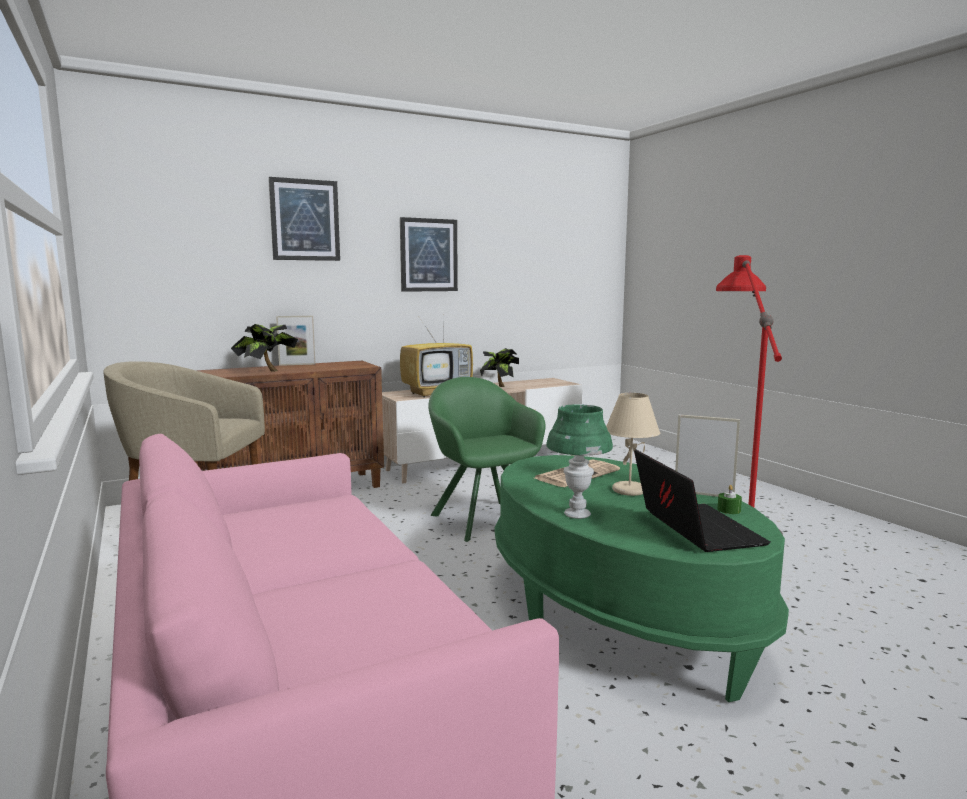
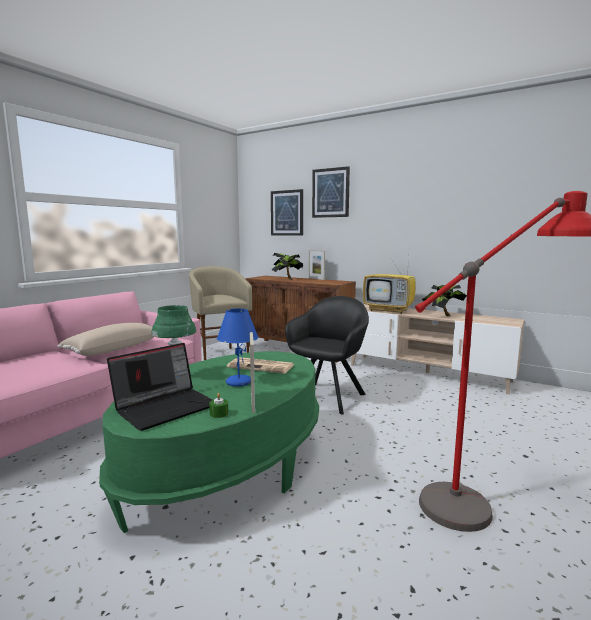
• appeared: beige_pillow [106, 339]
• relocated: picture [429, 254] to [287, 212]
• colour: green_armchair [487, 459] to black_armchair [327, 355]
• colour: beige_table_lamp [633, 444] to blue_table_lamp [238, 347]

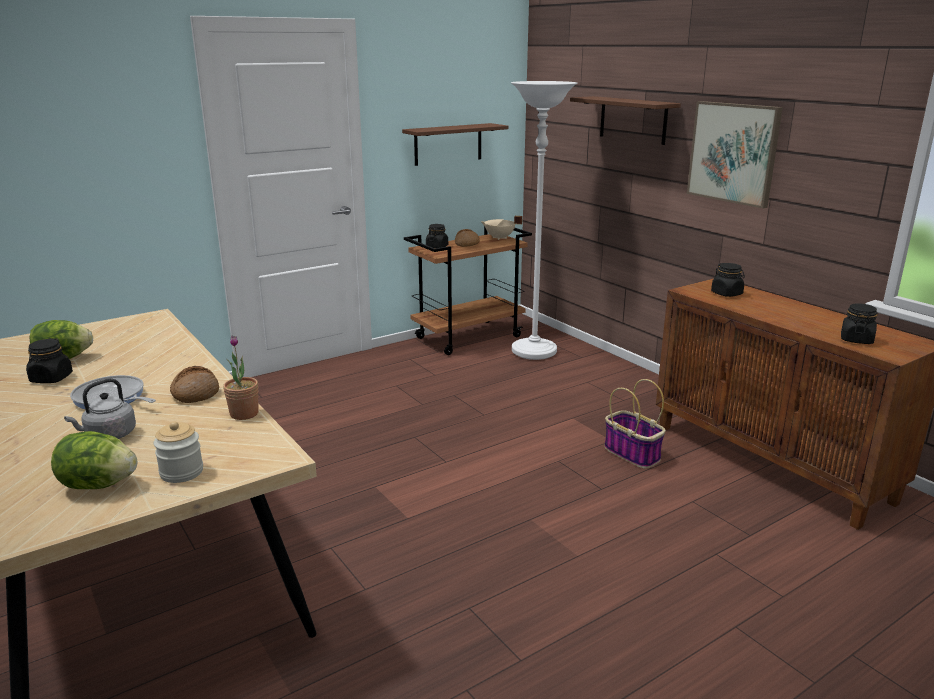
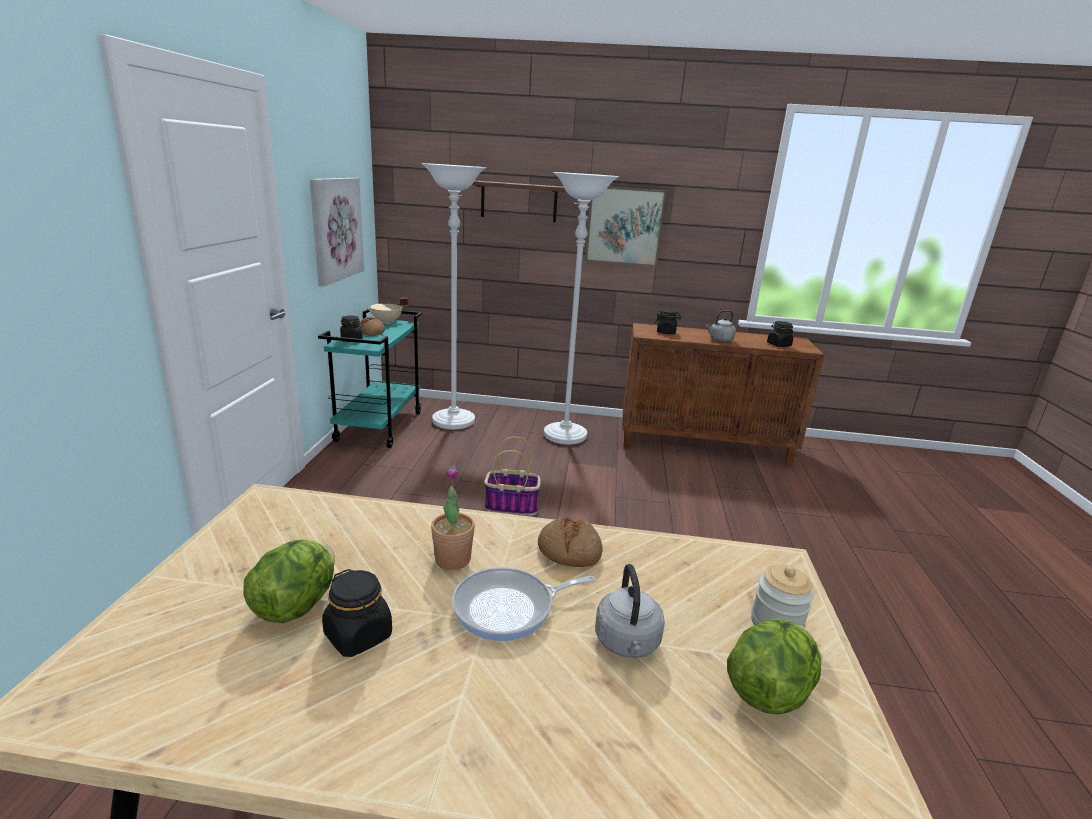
• appeared: white_floor_lamp [581, 308]
• appeared: grey_kettle [721, 326]
• relocated: potted_plant [241, 378] to [453, 517]
• relocated: basket [635, 424] to [512, 476]
• exchanged: brown_shelf [455, 144] to picture [337, 232]
• colour: brown_cart [468, 290] to turquoise_cart [370, 378]

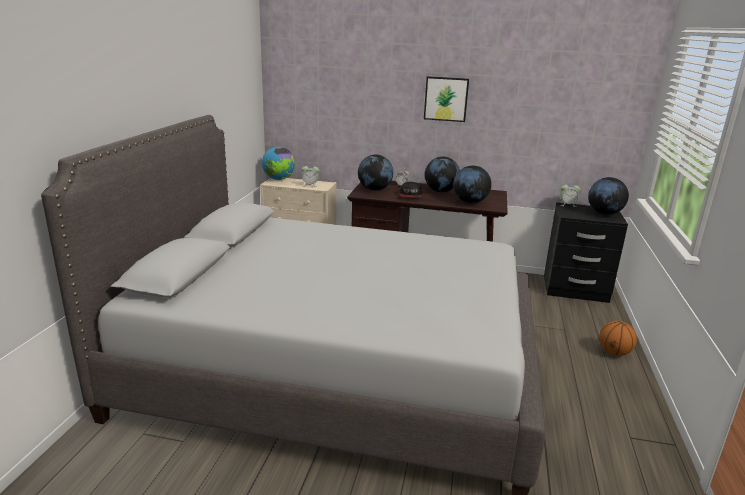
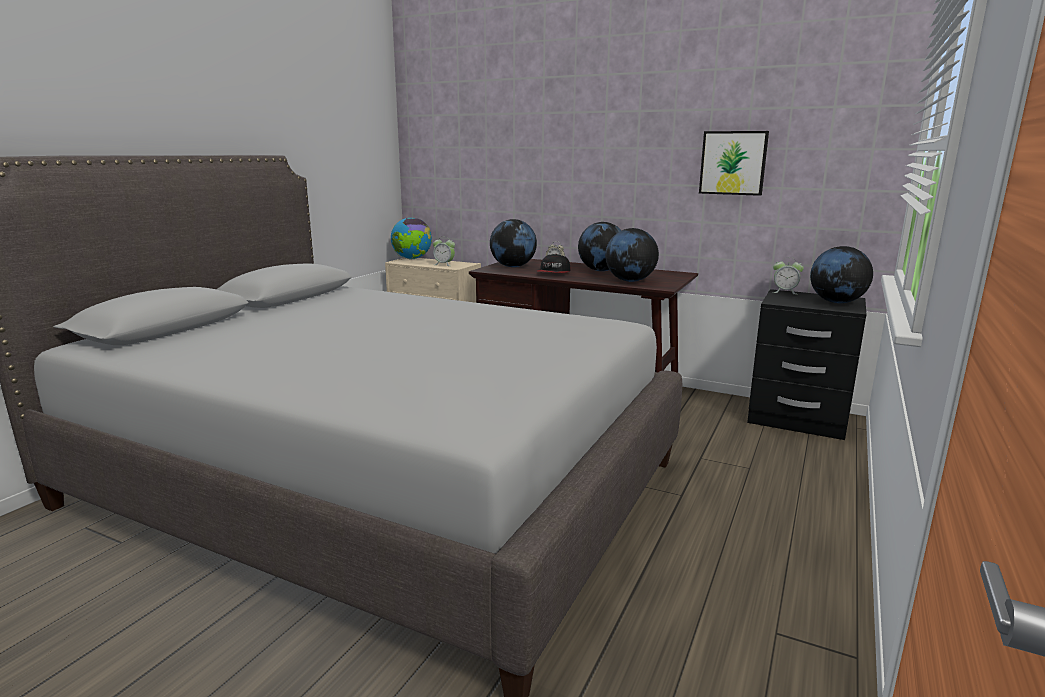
• missing: basketball [618, 338]
• relocated: picture [446, 99] to [734, 163]

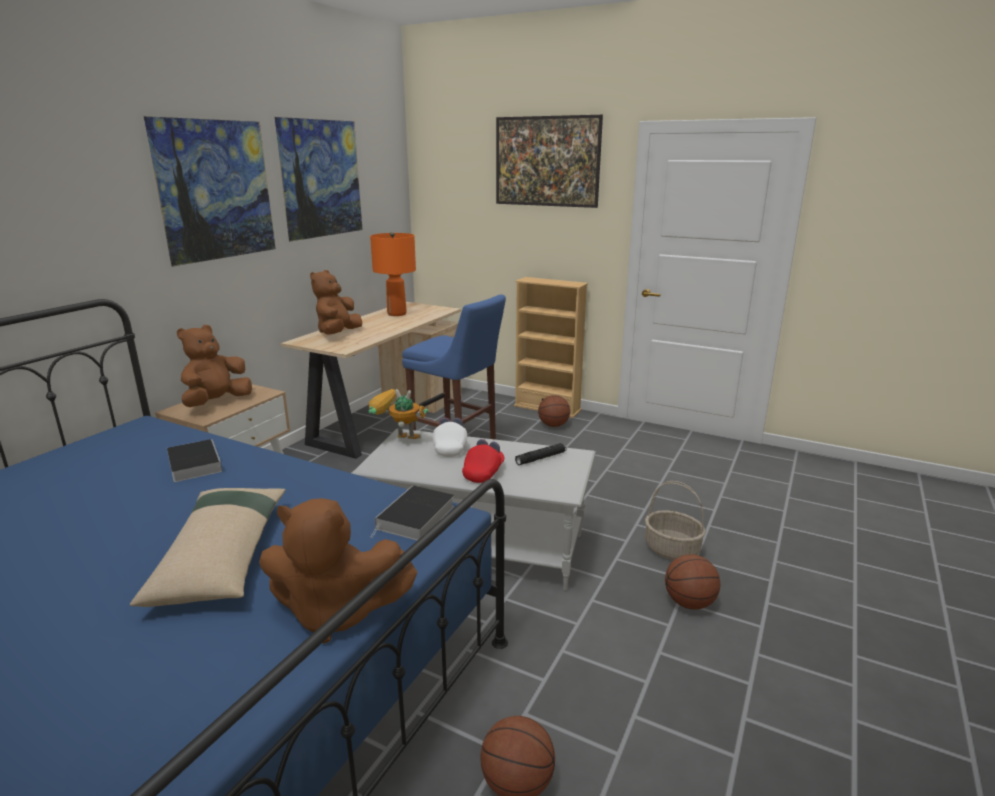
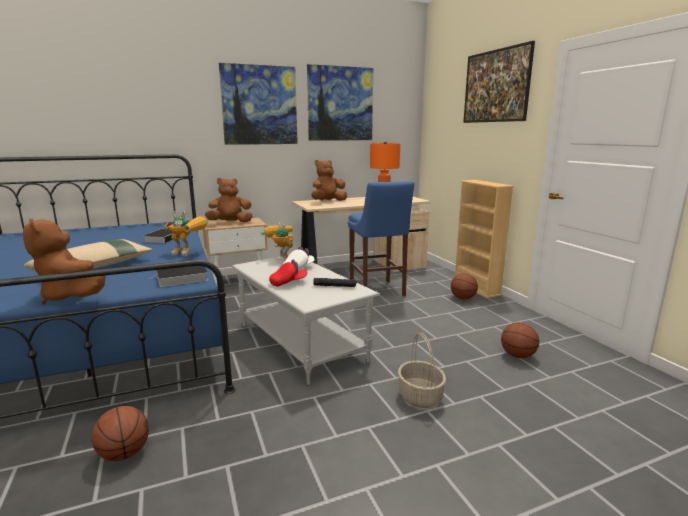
• appeared: toy_robot [185, 233]
• relocated: basketball [692, 582] to [520, 340]

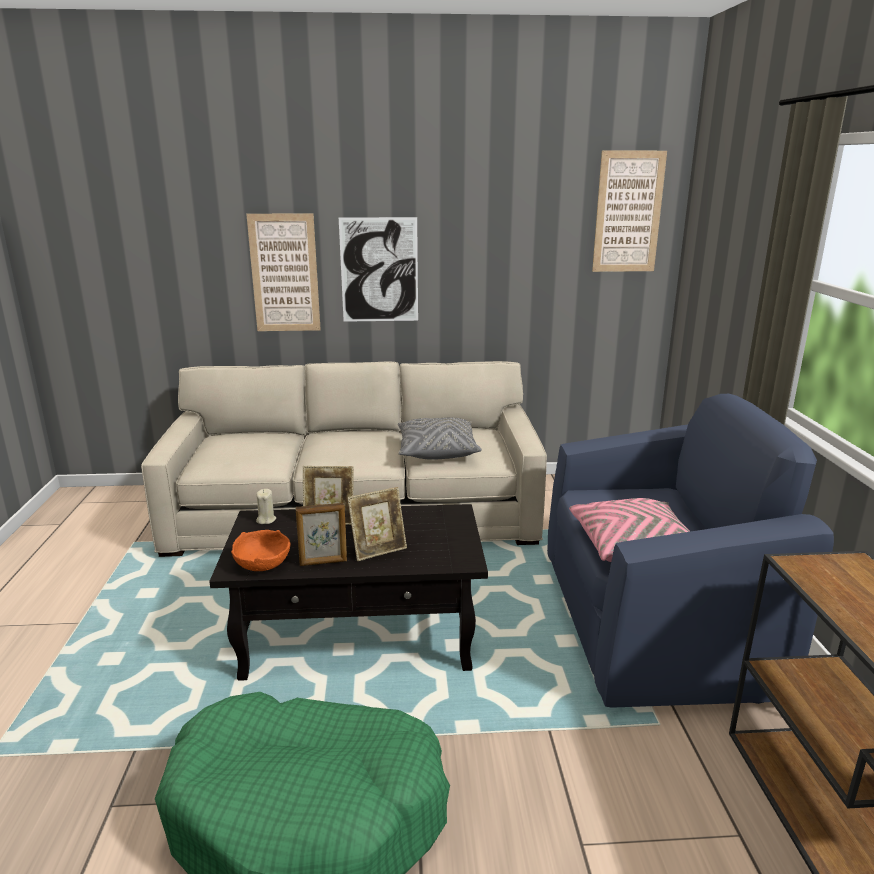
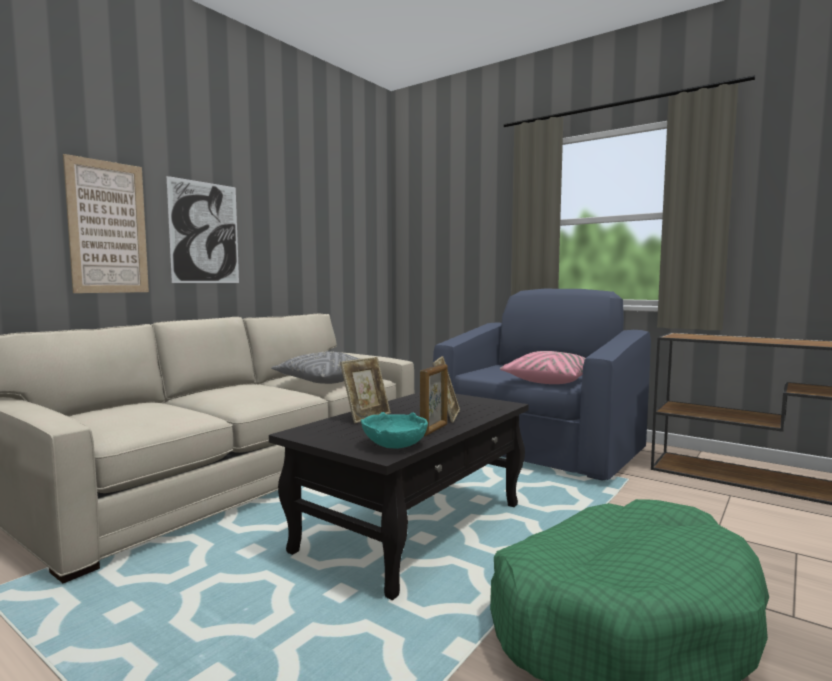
• missing: beige_candle [266, 506]
• missing: picture [629, 211]
• colour: orange_bowl [261, 550] to turquoise_bowl [394, 430]

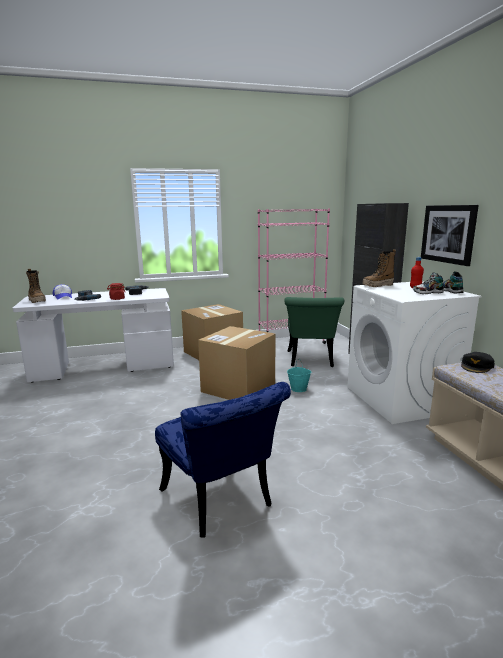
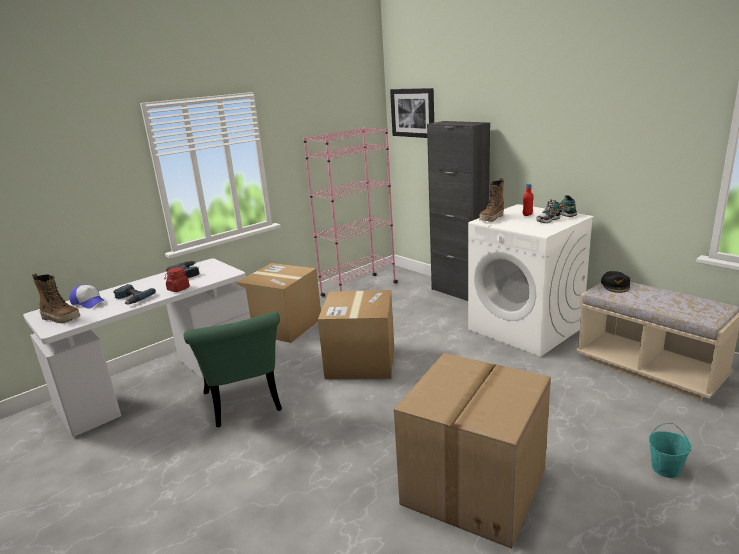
• relocated: green_chair [314, 332] to [233, 370]
• relocated: turquoise_bucket [299, 376] to [670, 450]
• relocated: picture [450, 235] to [412, 113]
• exchanged: blue_chair [223, 460] to cardboard_box [472, 451]

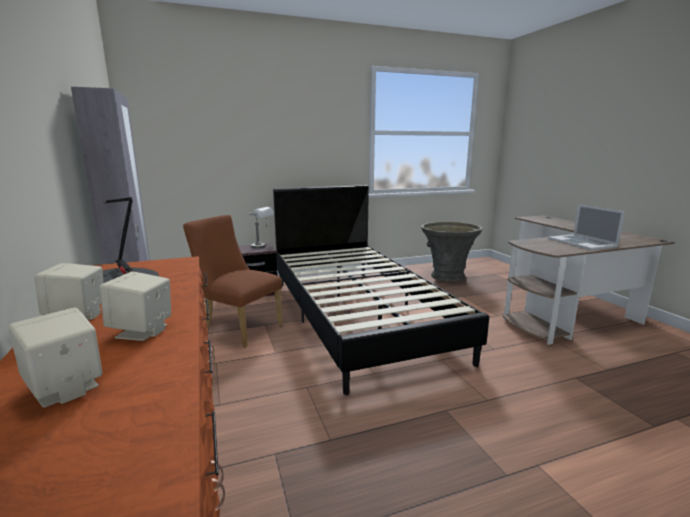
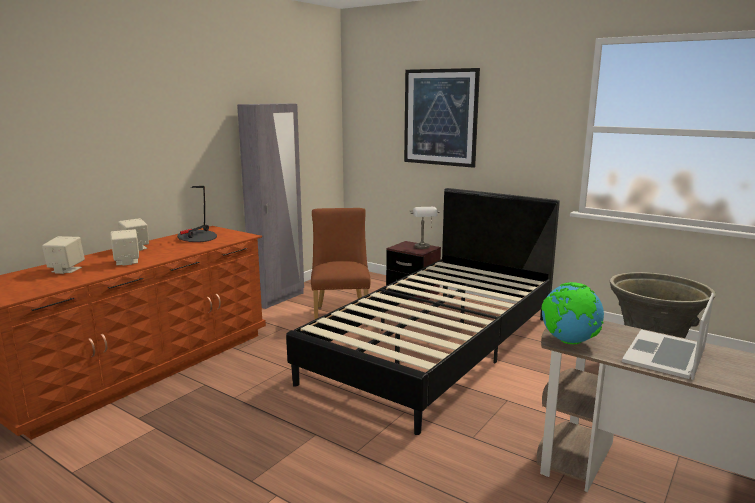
• appeared: picture [442, 118]
• appeared: globe [573, 313]

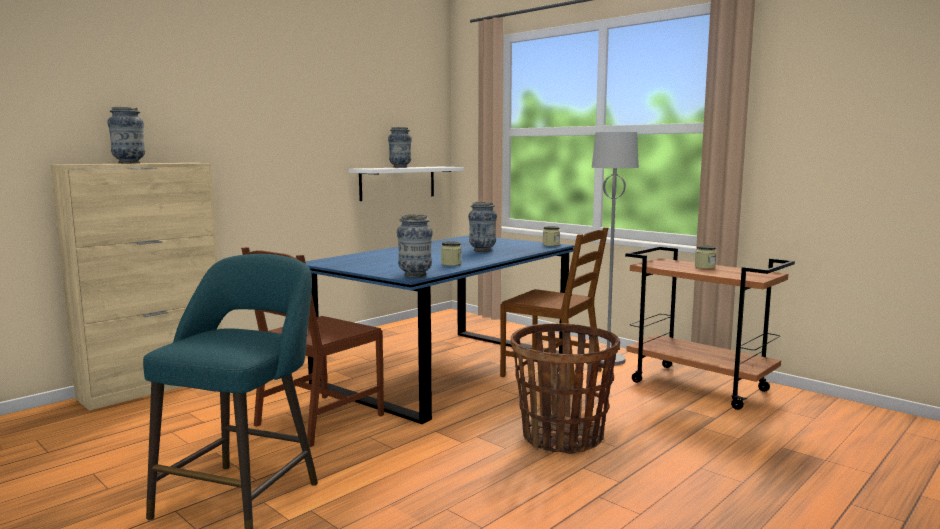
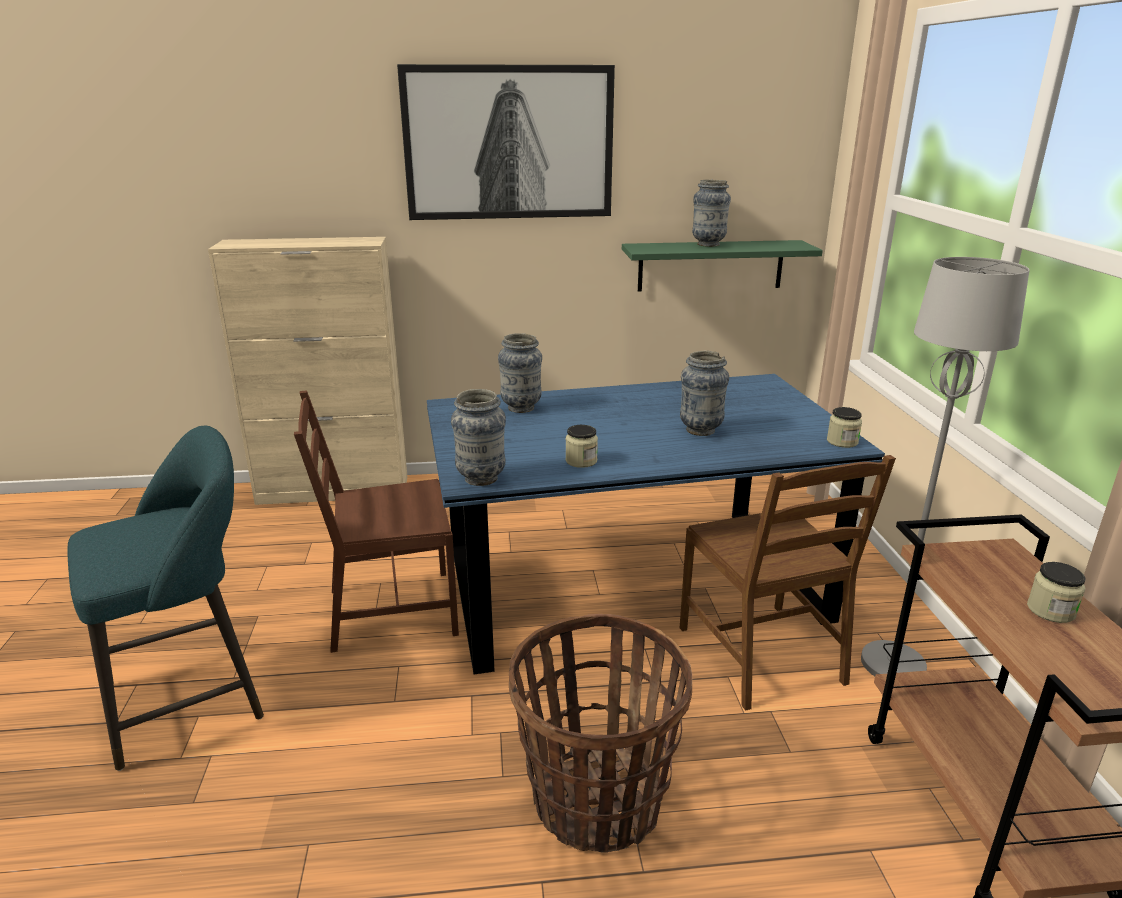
• appeared: picture [506, 142]
• relocated: vase [126, 135] to [520, 373]
• colour: white_shelf [406, 184] to green_shelf [722, 266]

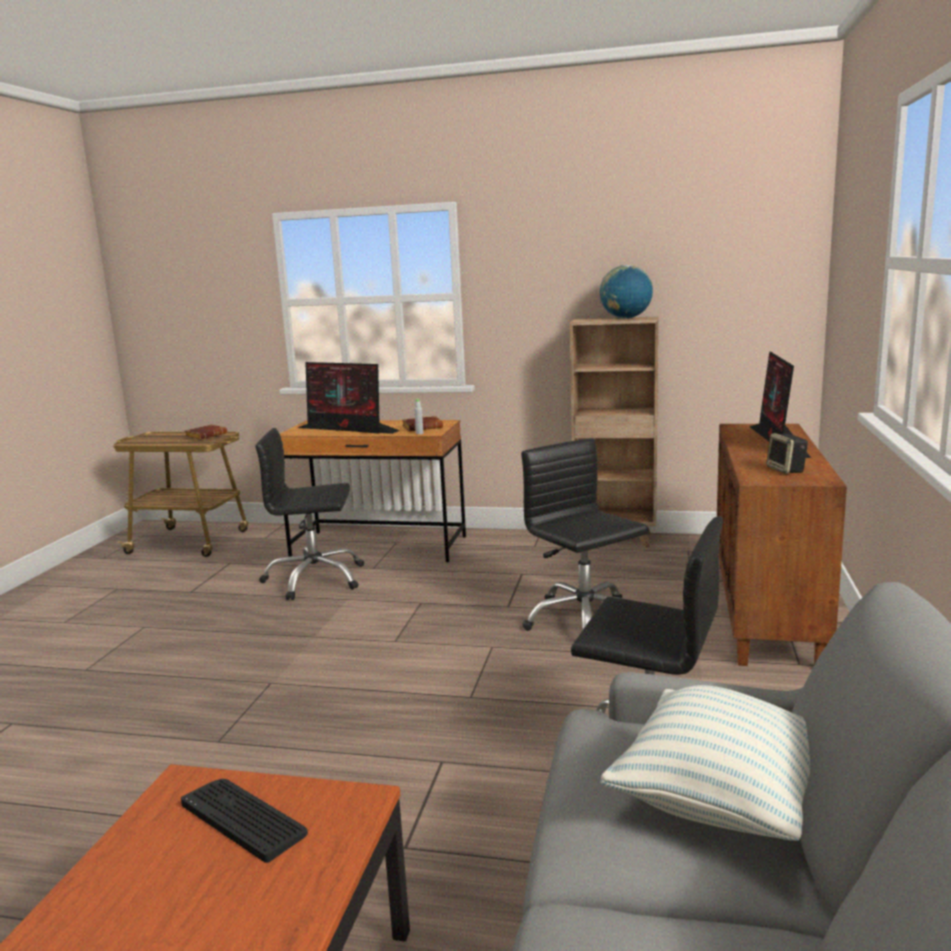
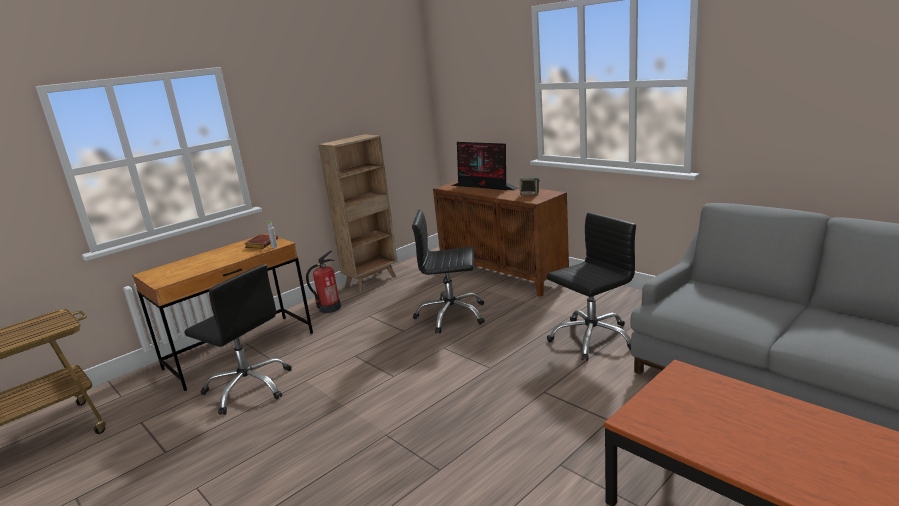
• missing: keyboard [244, 821]
• missing: brown_book [206, 432]
• missing: monitor [349, 398]
• missing: globe [626, 292]
• missing: pillow [705, 763]
• appeared: fire_extinguisher [323, 281]
• spun: black_office_chair [309, 514] = [238, 339] 90 degrees counterclockwise

